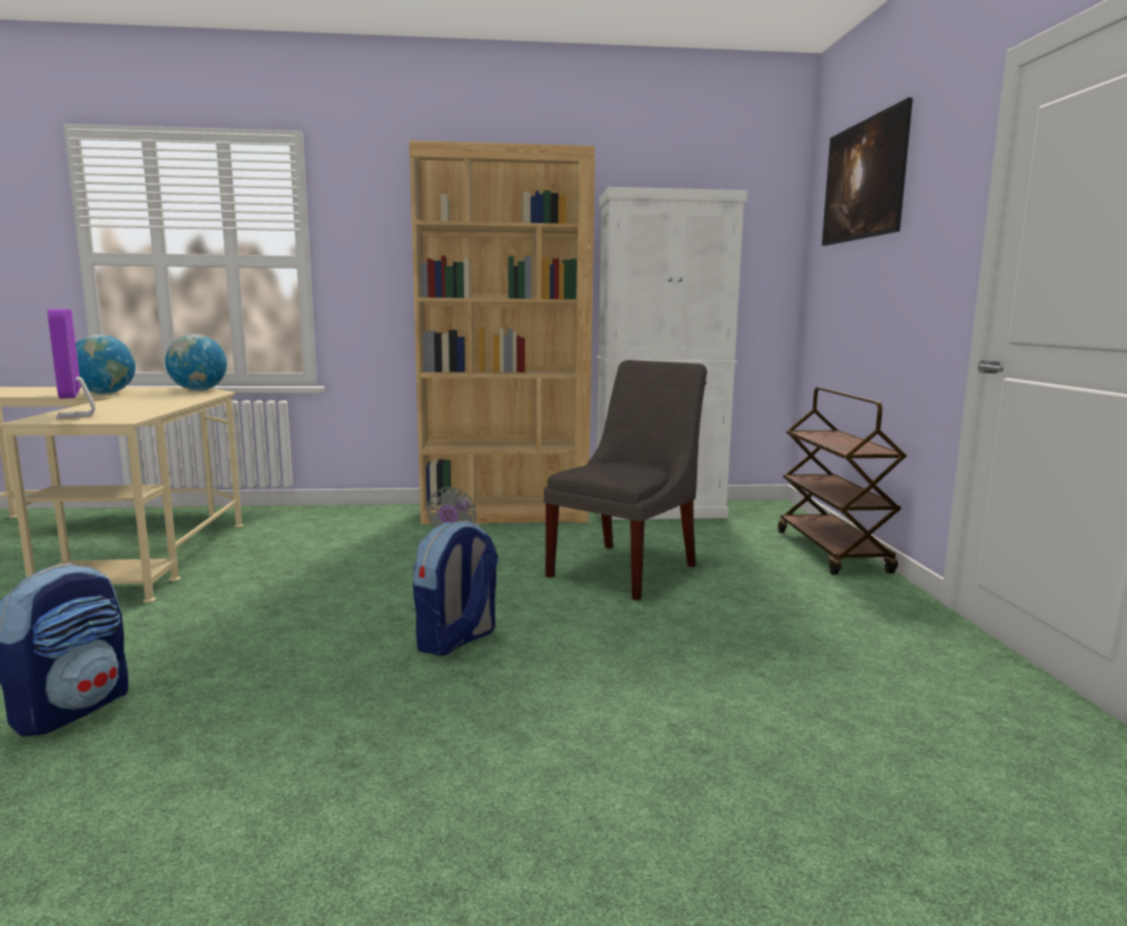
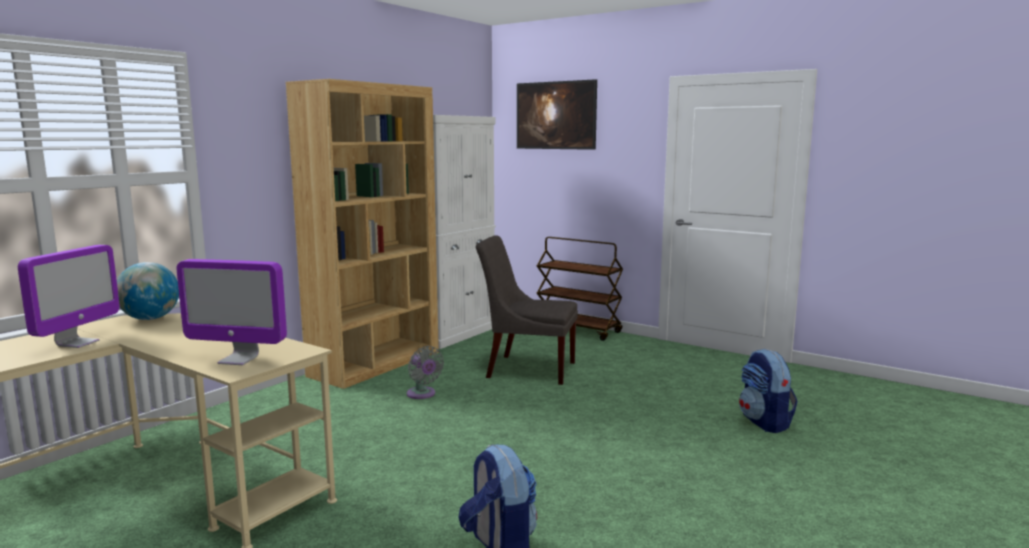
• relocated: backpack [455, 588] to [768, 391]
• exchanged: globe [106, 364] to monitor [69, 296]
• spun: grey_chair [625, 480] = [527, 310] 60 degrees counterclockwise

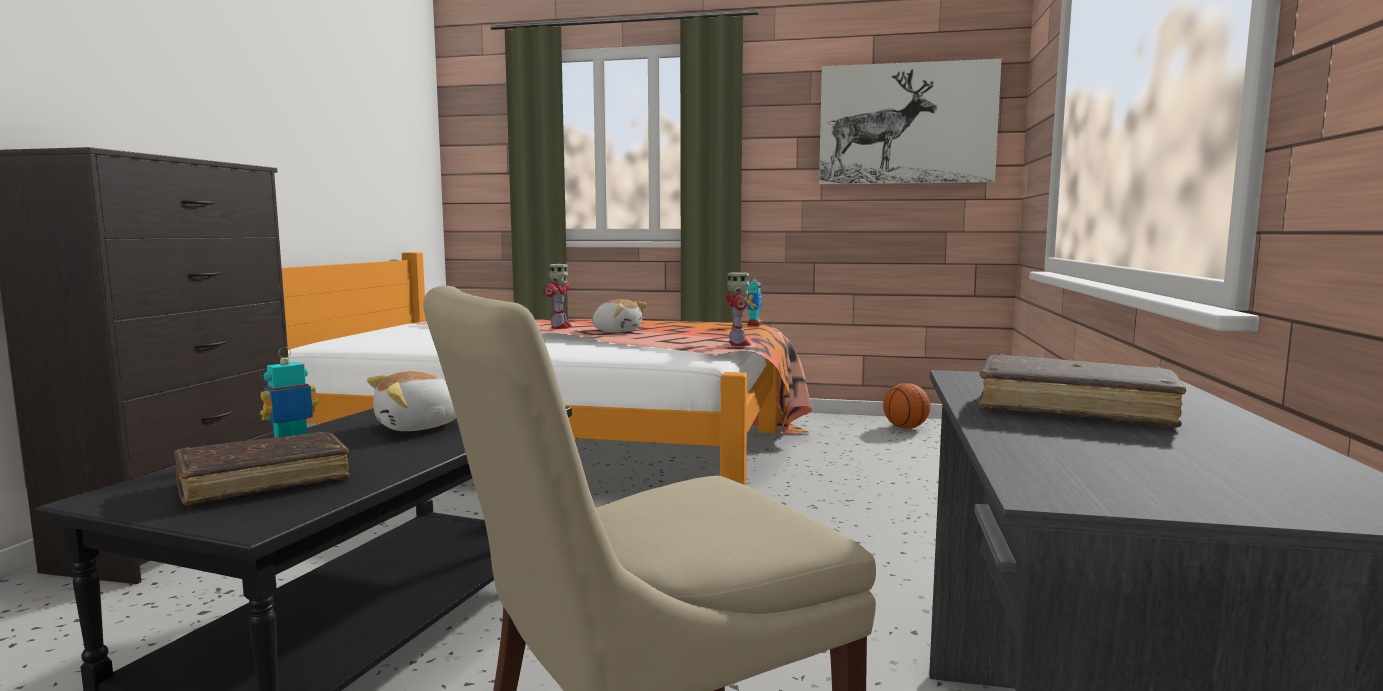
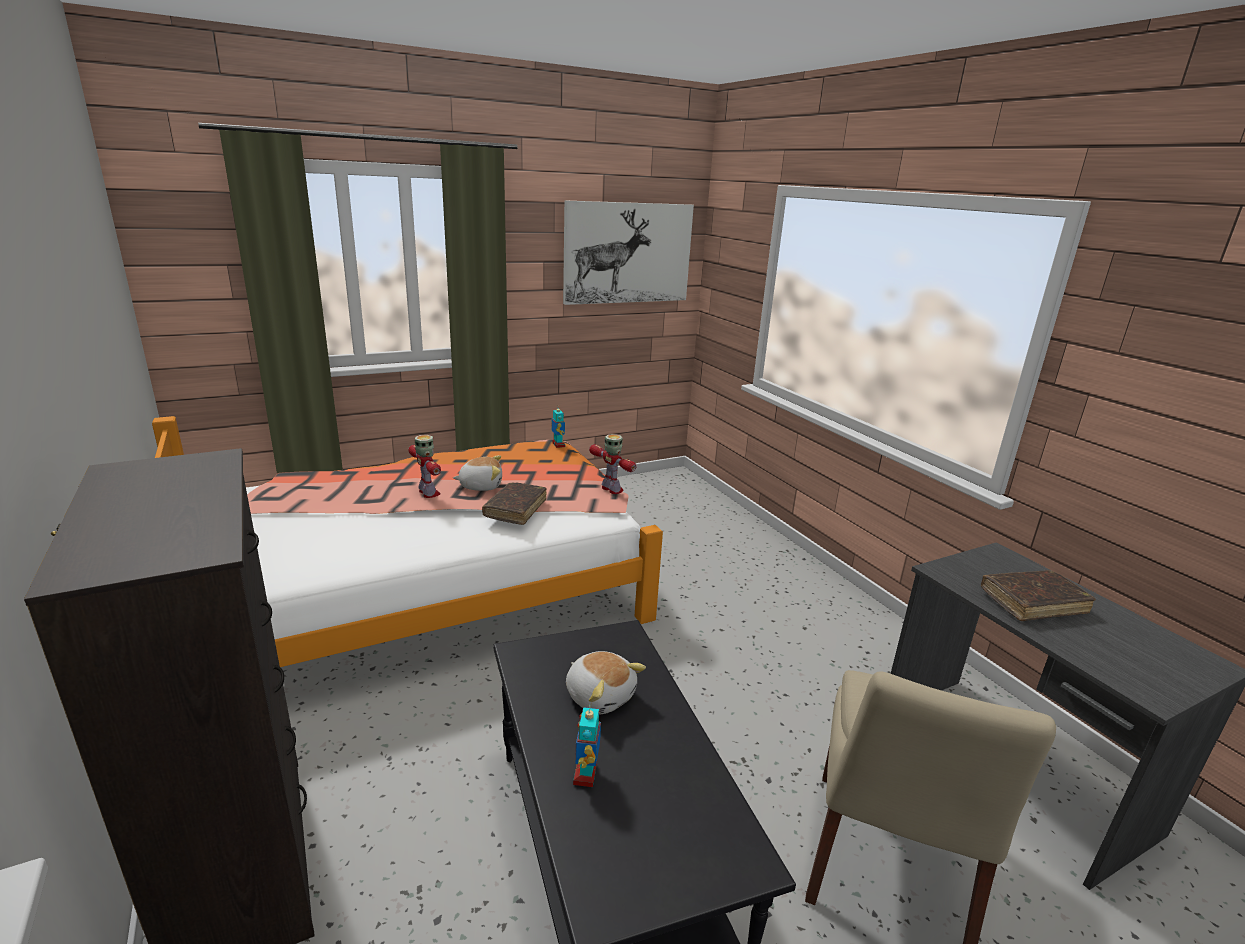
• missing: basketball [906, 406]
• relocated: brown_book [262, 468] to [514, 504]
• spun: plush_toy [411, 401] = [606, 682] 60 degrees counterclockwise

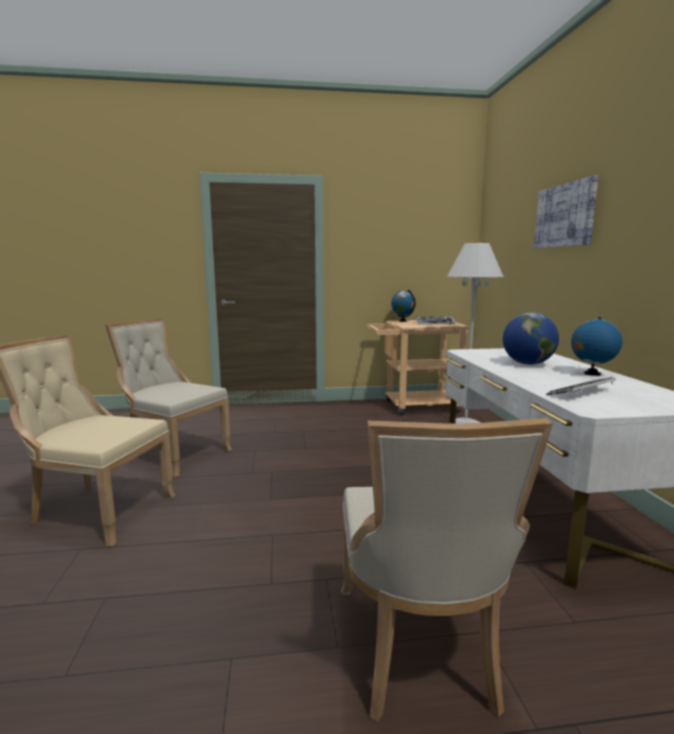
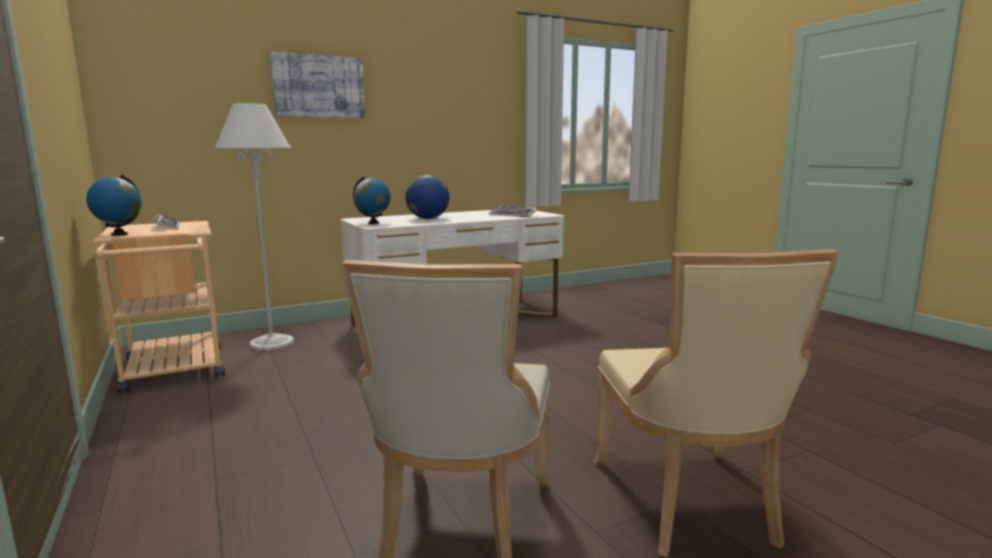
• missing: beige_chair [446, 570]
• relocated: globe [596, 346] to [372, 200]

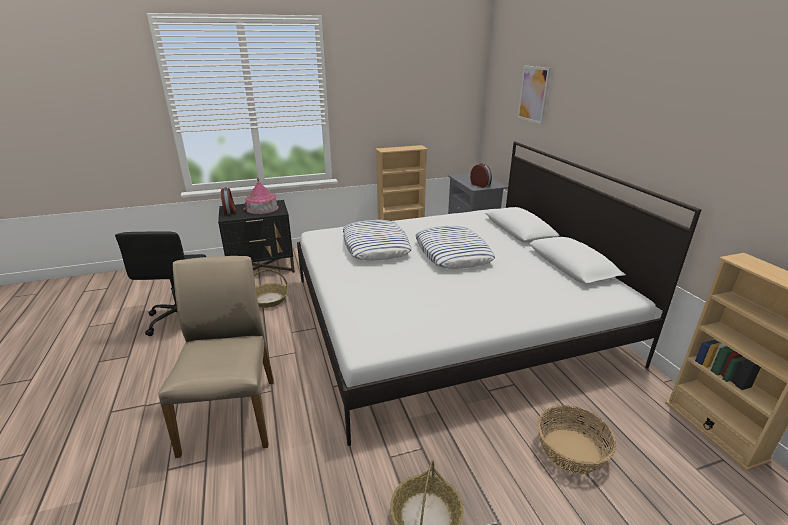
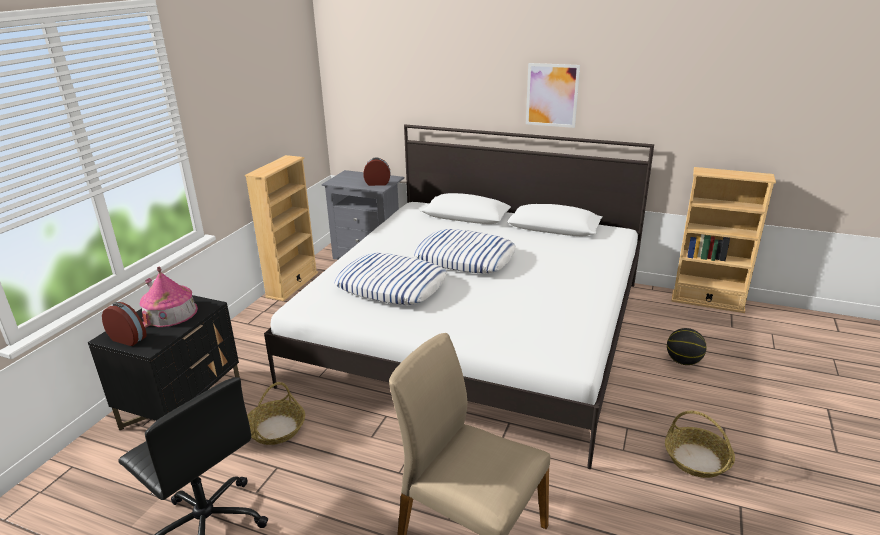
• relocated: picture [534, 95] to [553, 95]
• exchanged: basket [577, 439] to basketball [687, 346]

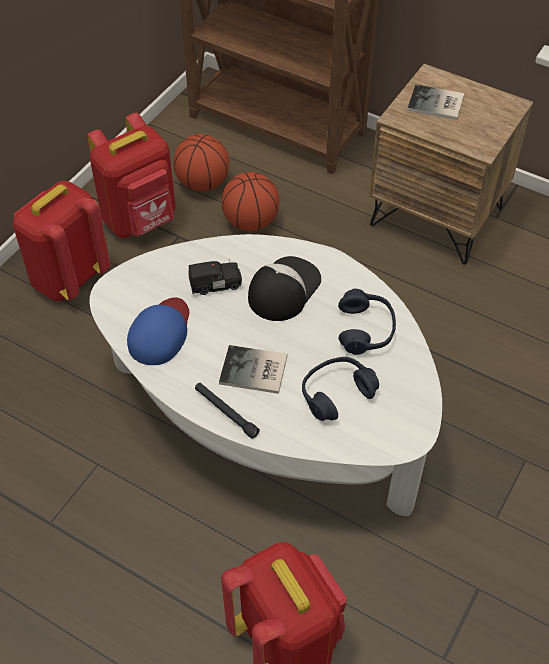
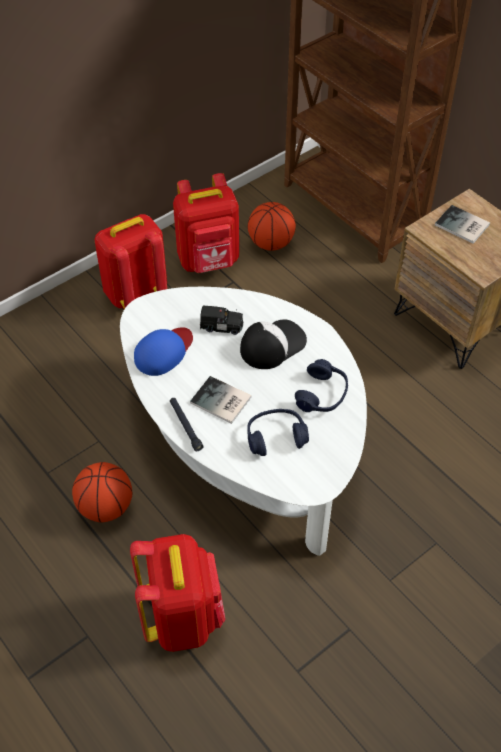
• relocated: basketball [250, 201] to [102, 492]

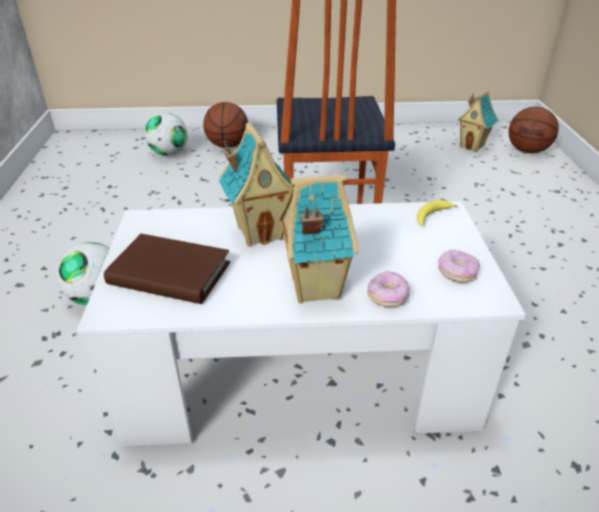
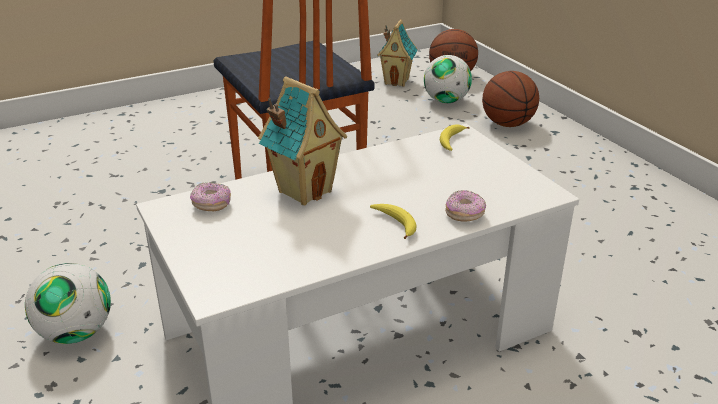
• missing: brown_book [167, 269]
• relocated: football [166, 134] to [448, 79]
• relocated: basketball [225, 125] to [510, 99]
• relocated: donut [459, 266] to [210, 196]
• exchanged: toy_house [319, 238] to banana [393, 221]

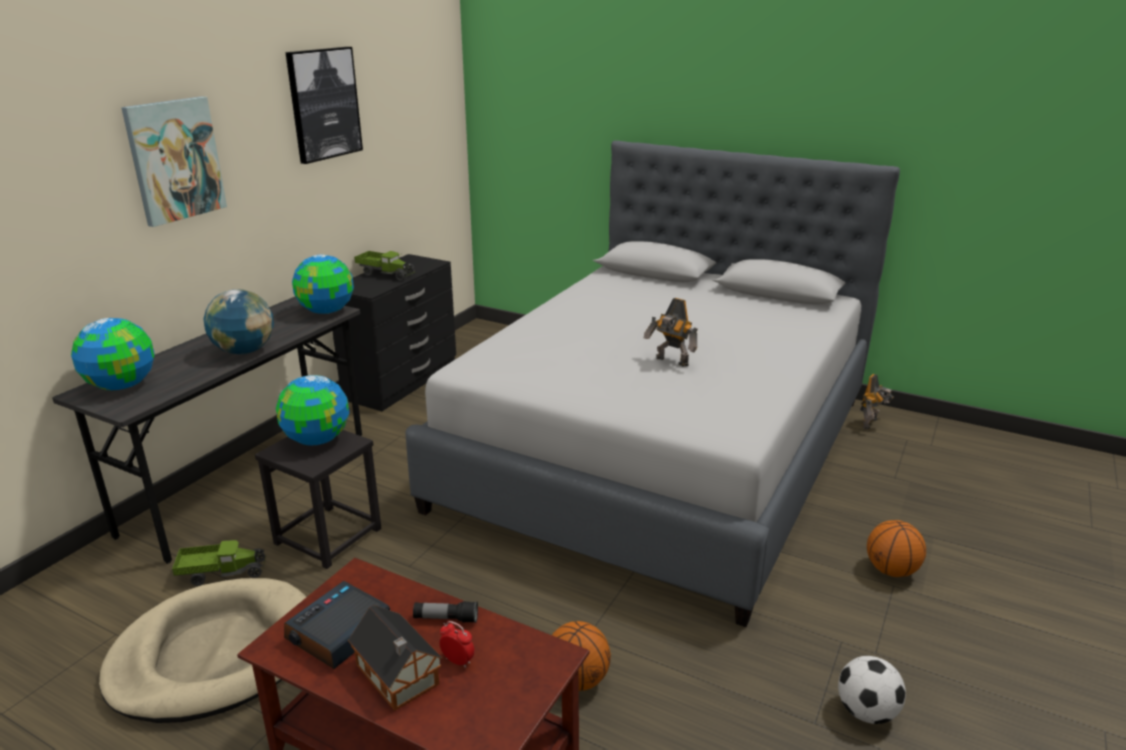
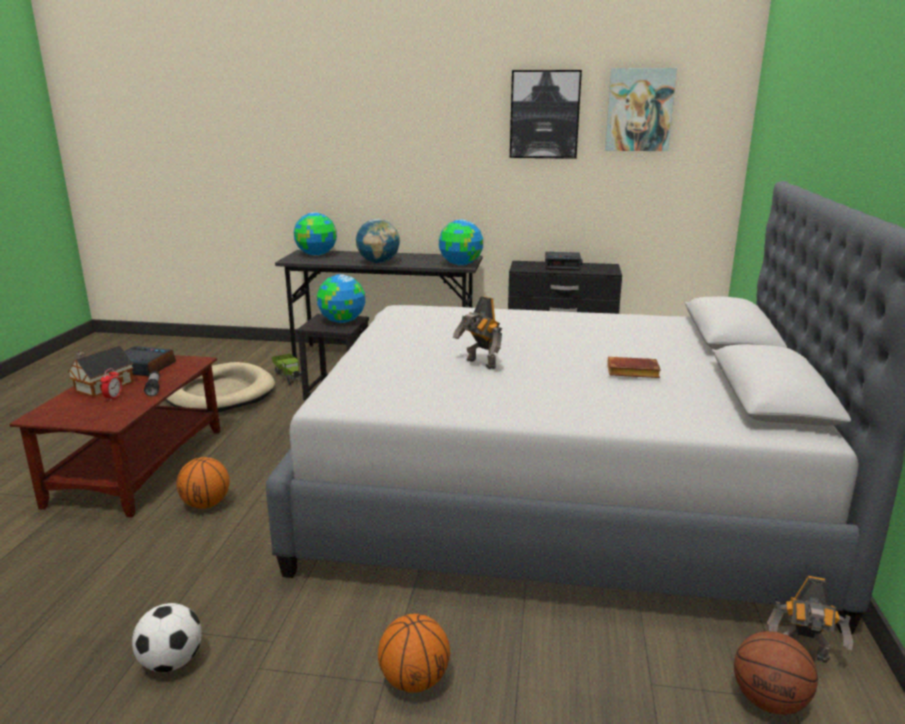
• appeared: brown_book [634, 367]
• appeared: basketball [776, 673]
• relocated: picture [174, 161] to [641, 109]
• exchanged: toy_truck [384, 266] to alarm_clock [563, 261]
• spun: toy_robot [671, 332] = [477, 332] 60 degrees counterclockwise

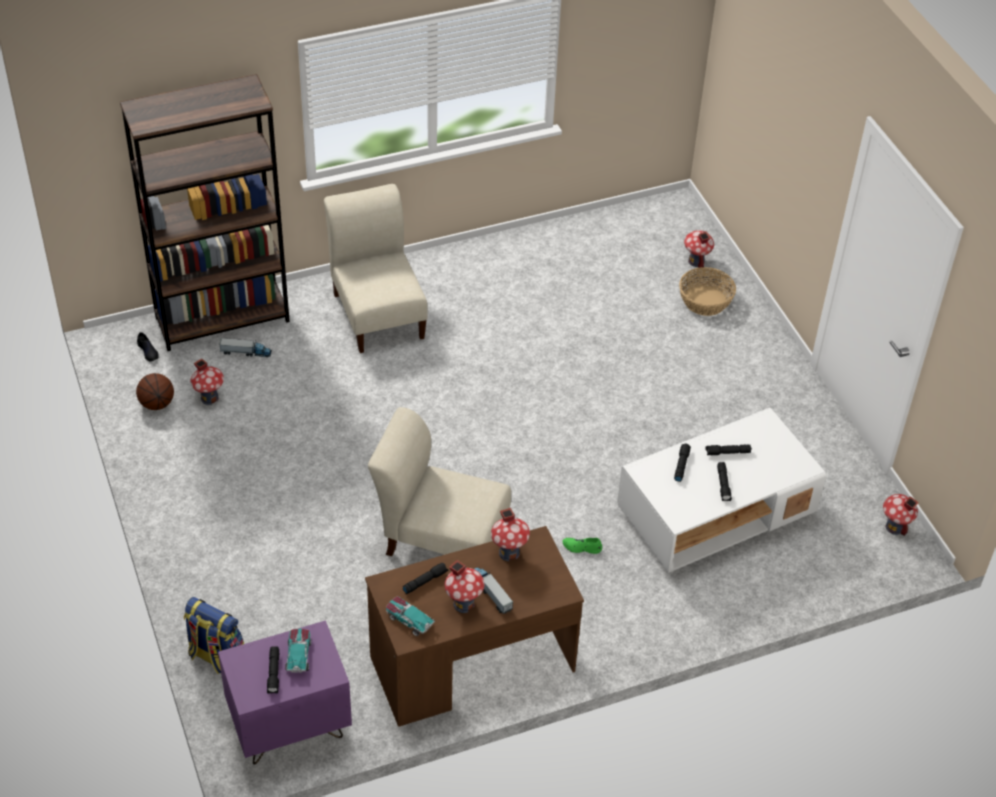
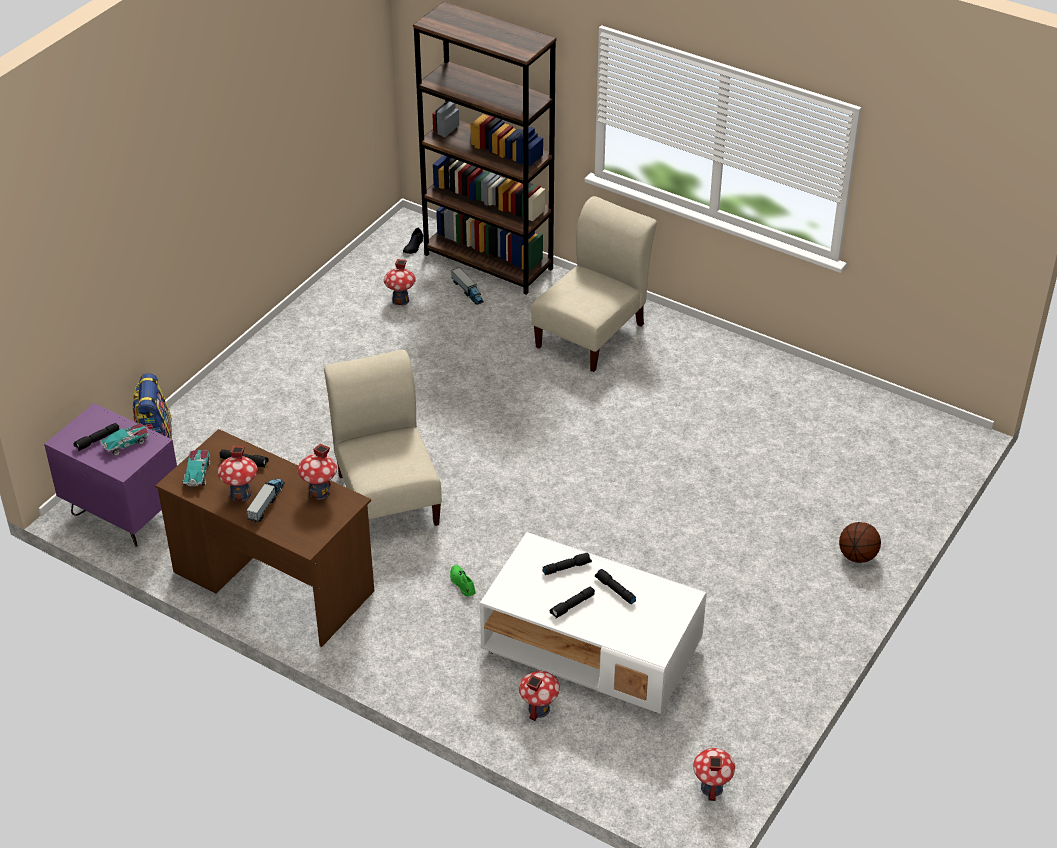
• missing: basket [707, 291]
• relocated: basketball [155, 391] to [860, 542]
• relocated: toy_house [699, 249] to [539, 696]

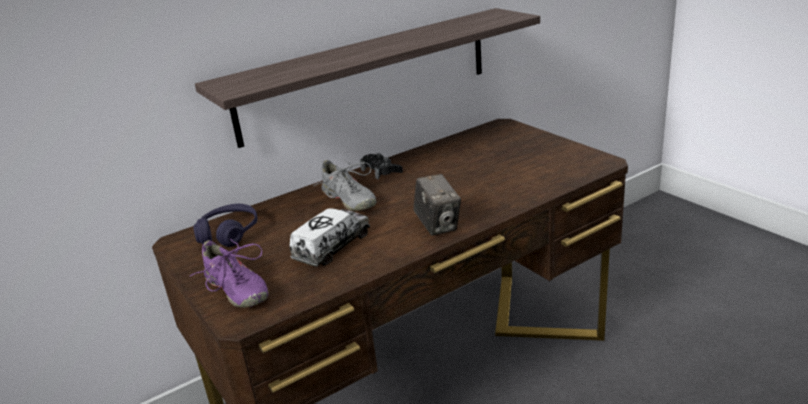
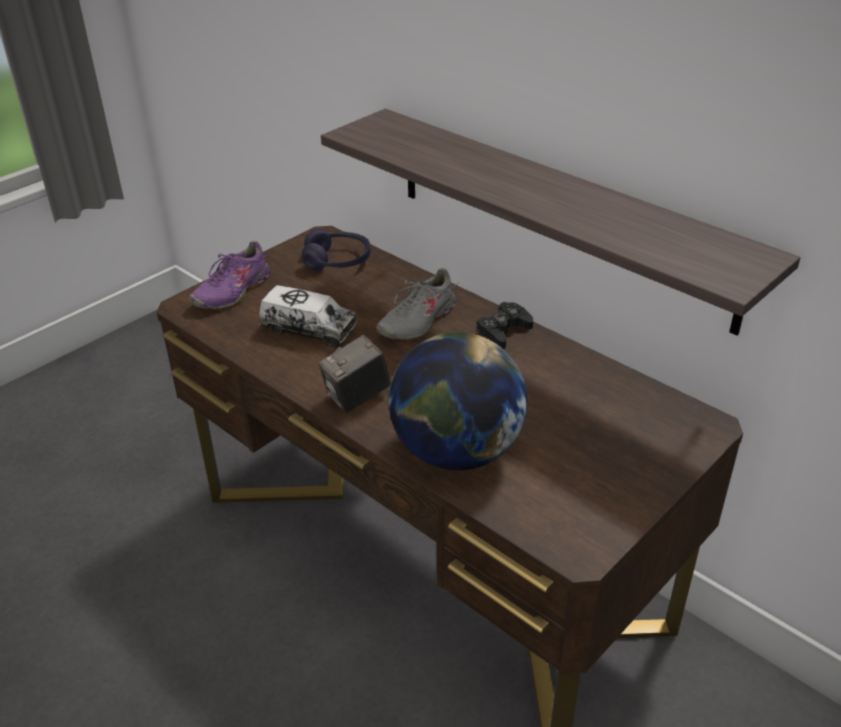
• appeared: globe [458, 401]

